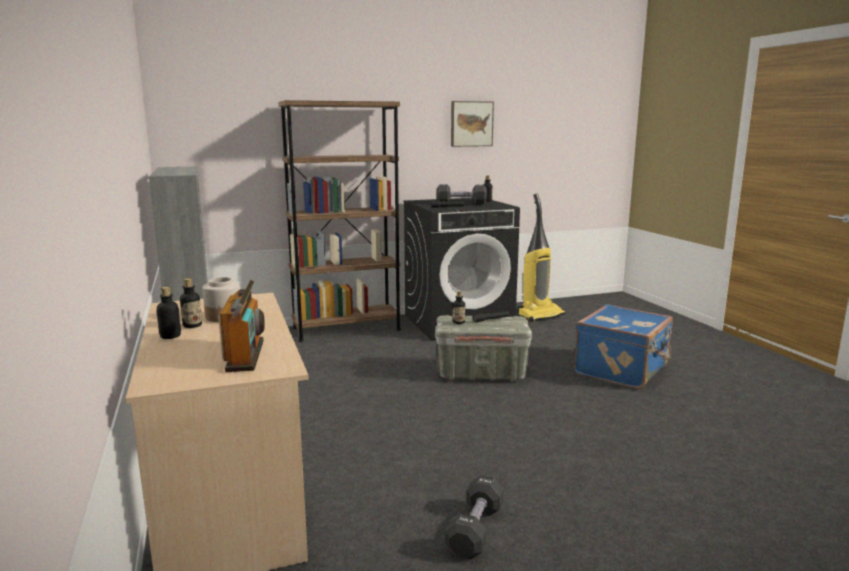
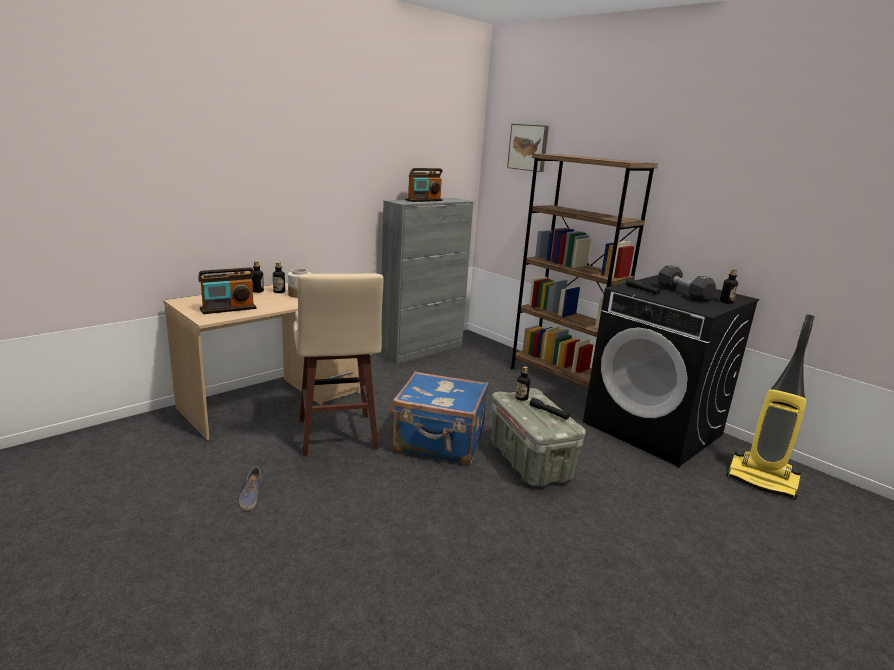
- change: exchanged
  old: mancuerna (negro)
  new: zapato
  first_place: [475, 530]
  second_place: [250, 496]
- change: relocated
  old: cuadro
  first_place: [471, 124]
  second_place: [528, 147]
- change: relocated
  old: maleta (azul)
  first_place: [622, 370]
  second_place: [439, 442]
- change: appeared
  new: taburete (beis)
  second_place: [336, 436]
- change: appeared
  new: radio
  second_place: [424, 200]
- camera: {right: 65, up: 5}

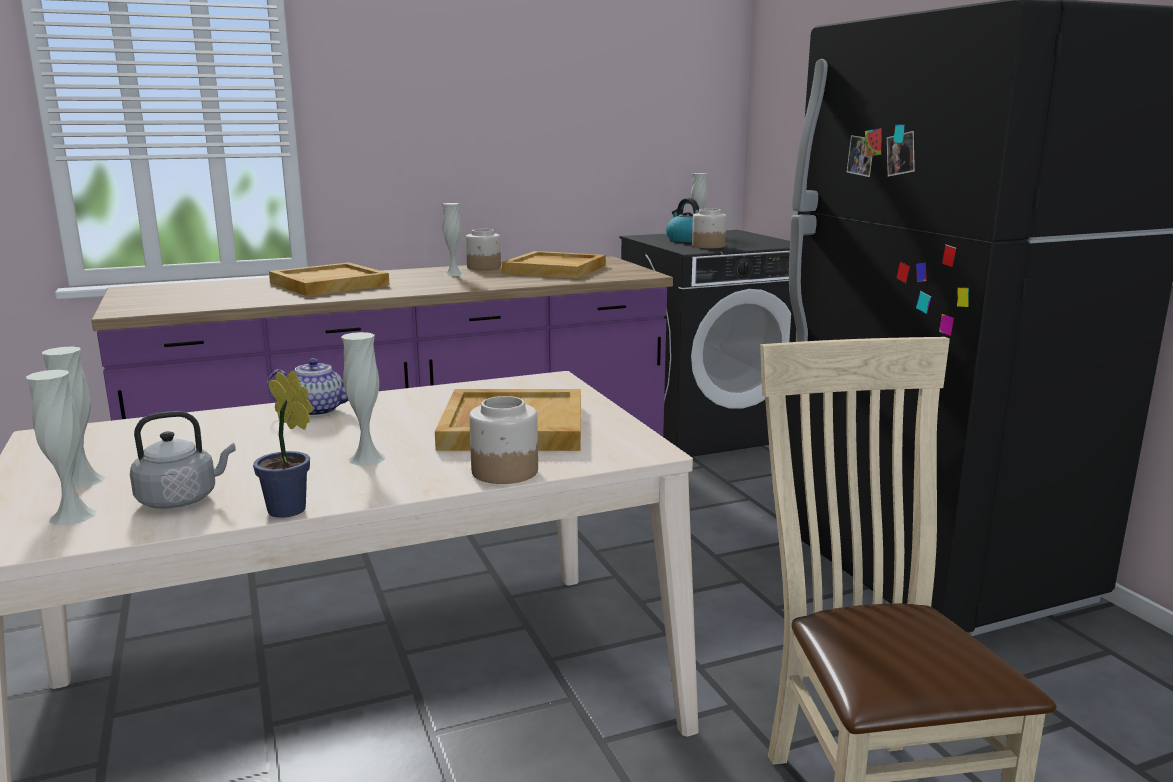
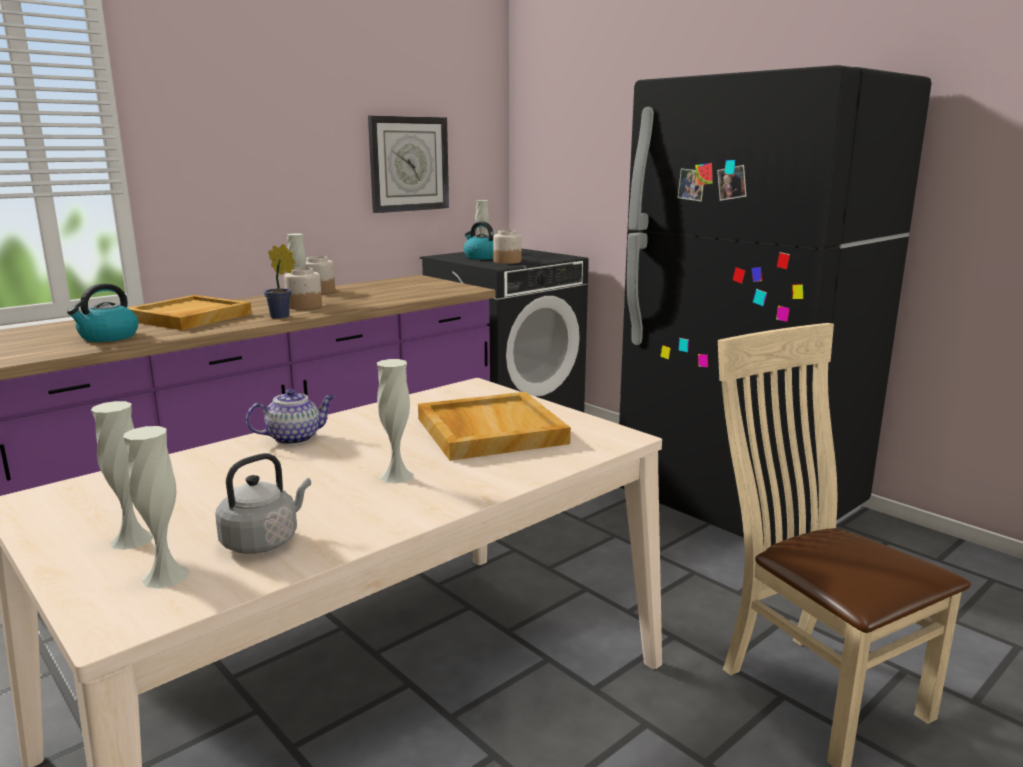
- change: relocated
  old: planta en maceta
  first_place: [290, 511]
  second_place: [282, 317]
- change: relocated
  old: tarro
  first_place: [504, 471]
  second_place: [304, 306]
- change: missing
  old: bandeja (beis)
  first_place: [556, 269]
- change: appeared
  new: hervidor
  second_place: [108, 337]
- change: appeared
  new: reloj de pared
  second_place: [408, 164]
- camera: {right: -20, up: 0}

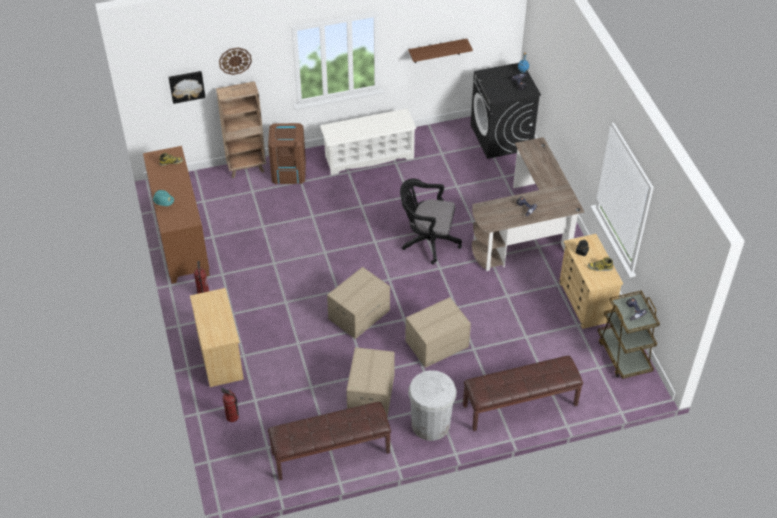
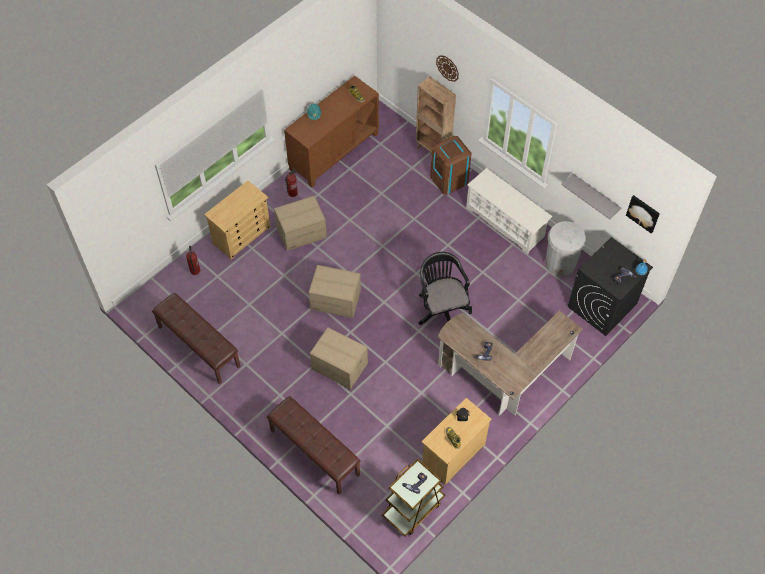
- change: relocated
  old: cuadro
  first_place: [186, 86]
  second_place: [643, 213]
- change: relocated
  old: caja de cartón
  first_place: [370, 394]
  second_place: [301, 232]
- change: colour
  old: estante (marrón)
  new: estante (gris)
  first_place: [437, 51]
  second_place: [595, 195]
- change: relocated
  old: papelera (blanco)
  first_place: [430, 424]
  second_place: [560, 263]
- camera: {right: 60, up: 10}

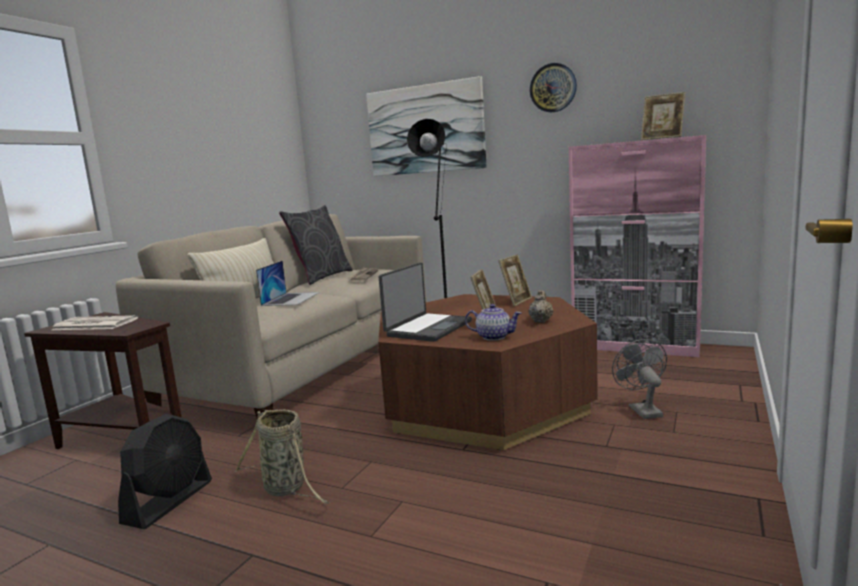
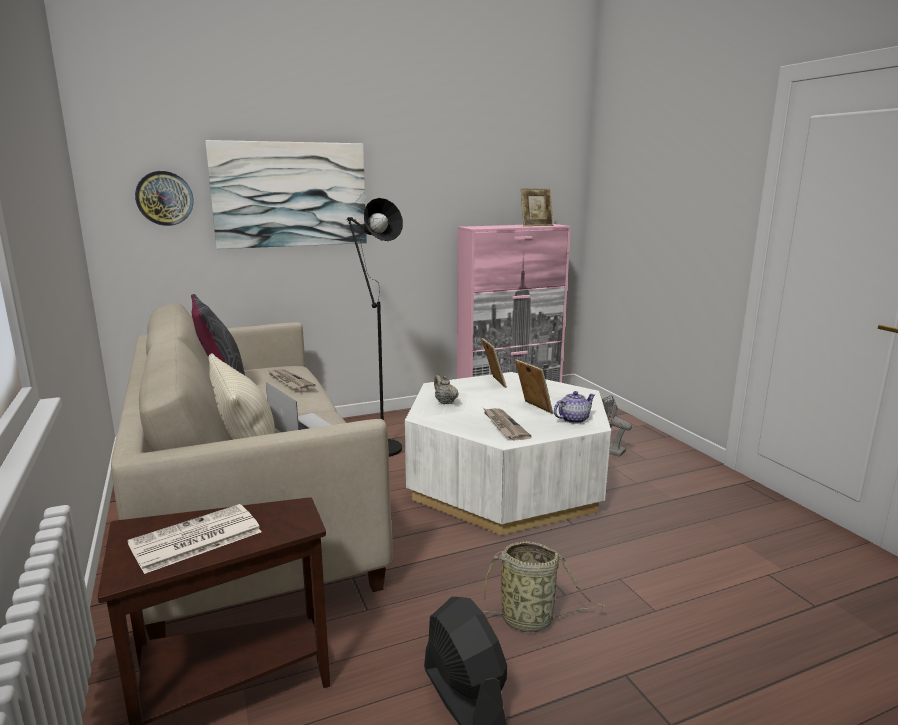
- change: colour
  old: mesa de centro (marrón)
  new: mesa de centro (blanco)
  first_place: [483, 401]
  second_place: [505, 482]
- change: exchanged
  old: portátil
  new: periódico
  first_place: [427, 328]
  second_place: [504, 426]
- change: relocated
  old: tetera (beis)
  first_place: [541, 321]
  second_place: [445, 402]
- change: relocated
  old: reloj de pared
  first_place: [553, 88]
  second_place: [164, 198]
- camera: {right: -50, up: 5}

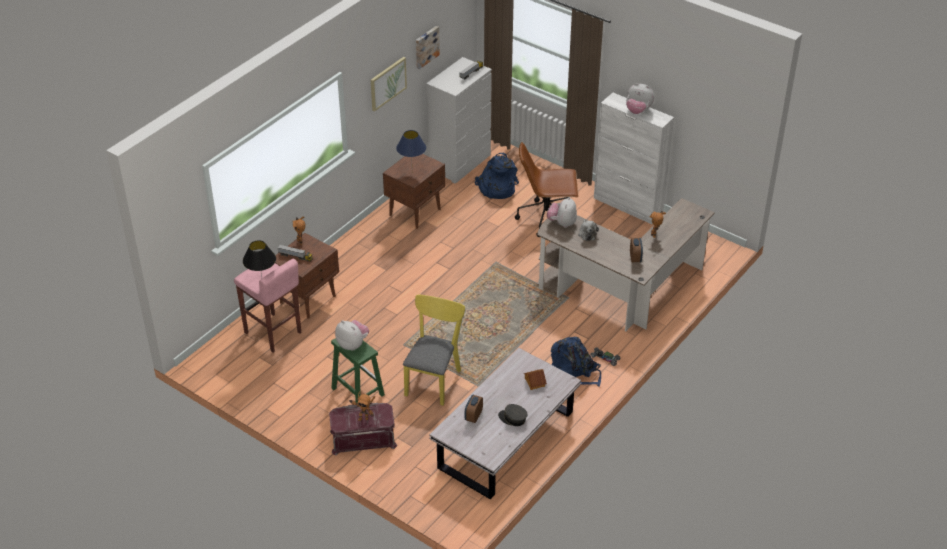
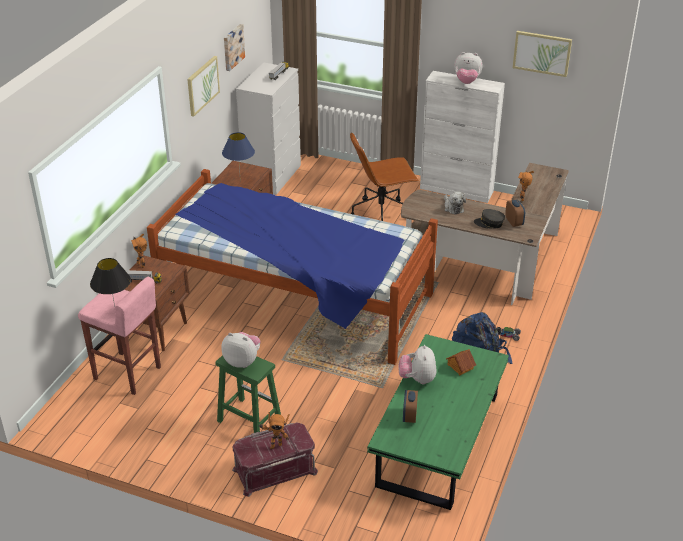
- change: missing
  old: silla (amarillo)
  first_place: [434, 379]
- change: colour
  old: mesa de centro (blanco)
  new: mesa de centro (verde)
  first_place: [505, 440]
  second_place: [438, 440]
- change: missing
  old: mochila (azul)
  first_place: [496, 188]
- change: relocated
  old: gorra (gris)
  first_place: [512, 418]
  second_place: [489, 223]
- change: relocated
  old: peluche
  first_place: [562, 223]
  second_place: [417, 379]
- change: appeared
  new: cama
  second_place: [295, 299]
- change: appeared
  new: cuadro
  second_place: [542, 53]
- camera: {right: -15, up: -5}

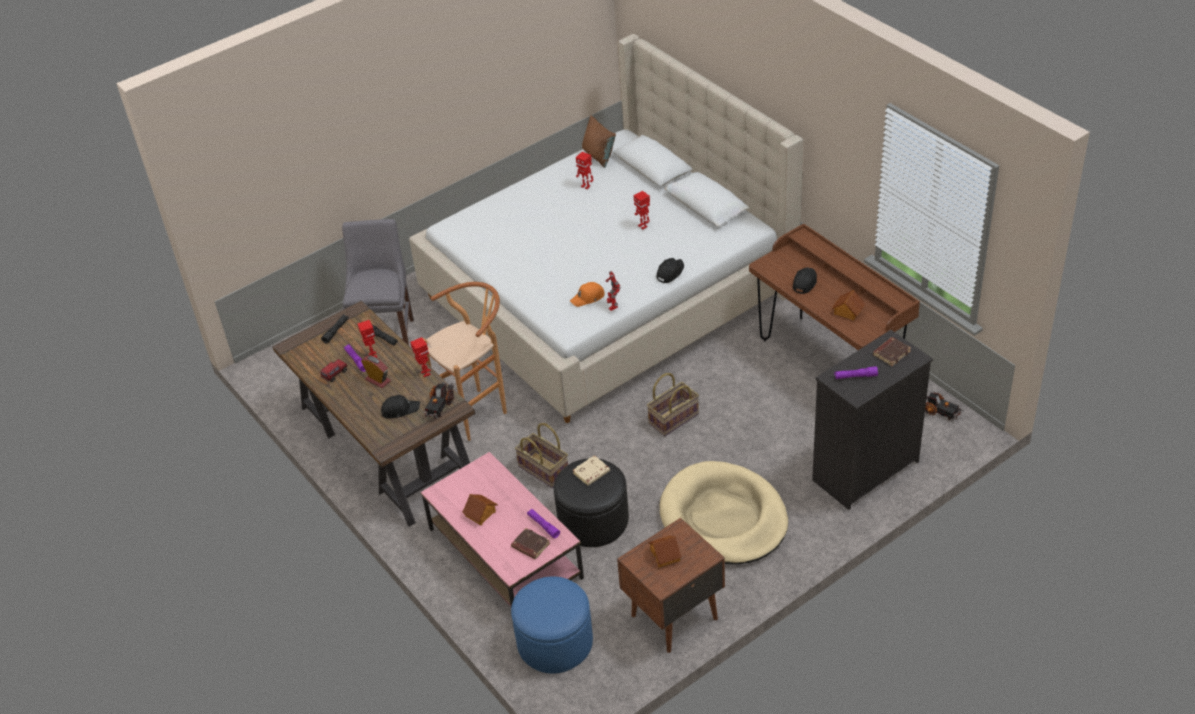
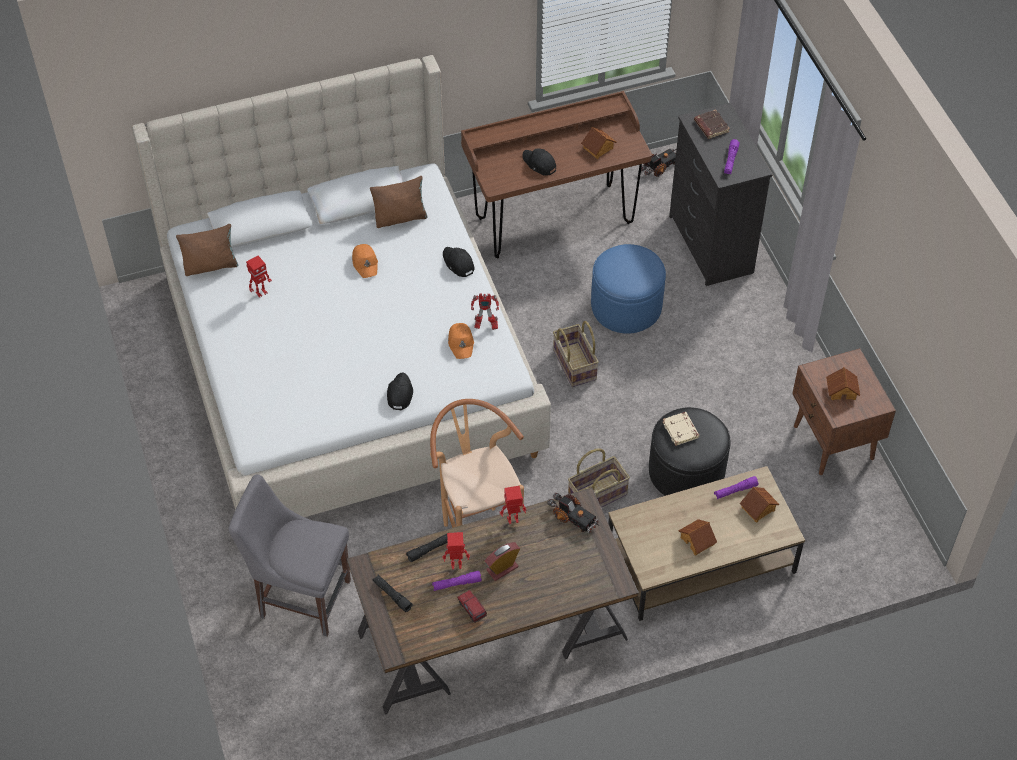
- change: relocated
  old: gorra (negro)
  first_place: [400, 409]
  second_place: [399, 393]
- change: colour
  old: mesa de centro (rosa)
  new: mesa de centro (marrón)
  first_place: [506, 553]
  second_place: [702, 558]
- change: exchanged
  old: libro (marrón)
  new: casita
  first_place: [530, 546]
  second_place: [758, 509]
- change: relocated
  old: puf (azul)
  first_place: [555, 642]
  second_place: [626, 306]
- change: exchanged
  old: robot de juguete
  new: gorra (naranja)
  first_place: [643, 226]
  second_place: [365, 263]
- change: missing
  old: cama para perro (beis)
  first_place: [723, 518]
- change: appeared
  new: cojín (marrón)
  second_place: [400, 217]
- camera: {right: -75, up: 10}

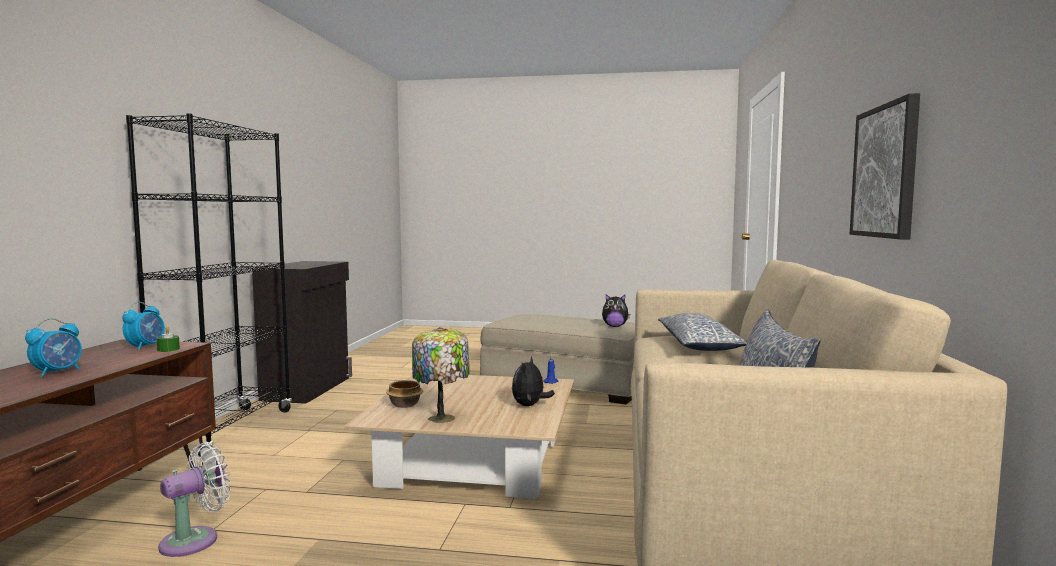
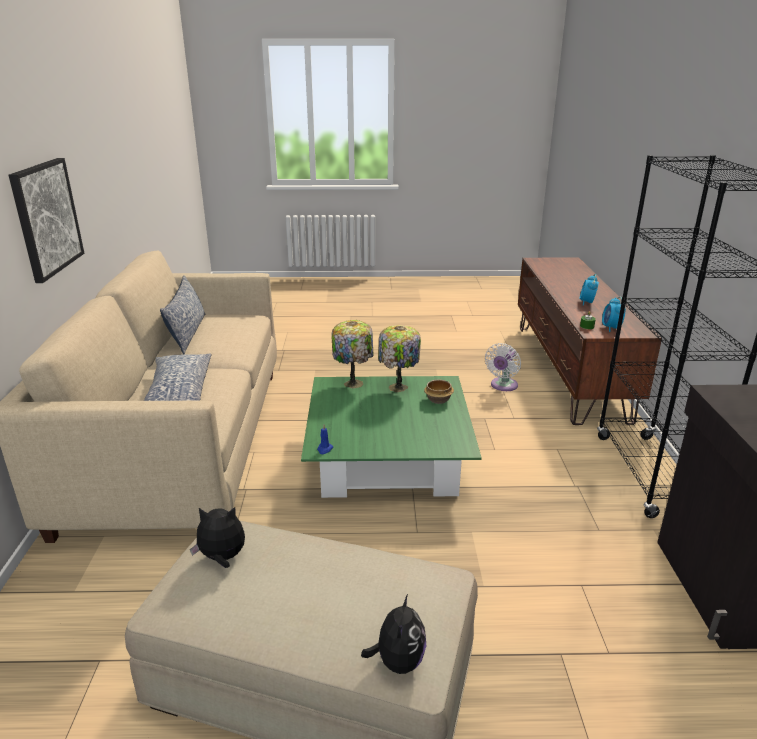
- change: colour
  old: mesa de centro (beis)
  new: mesa de centro (verde)
  first_place: [474, 461]
  second_place: [387, 458]
- change: relocated
  old: peluche
  first_place: [530, 405]
  second_place: [398, 661]
- change: appeared
  new: lámpara de mesa
  second_place: [354, 383]
- camera: {right: 170, up: 20}

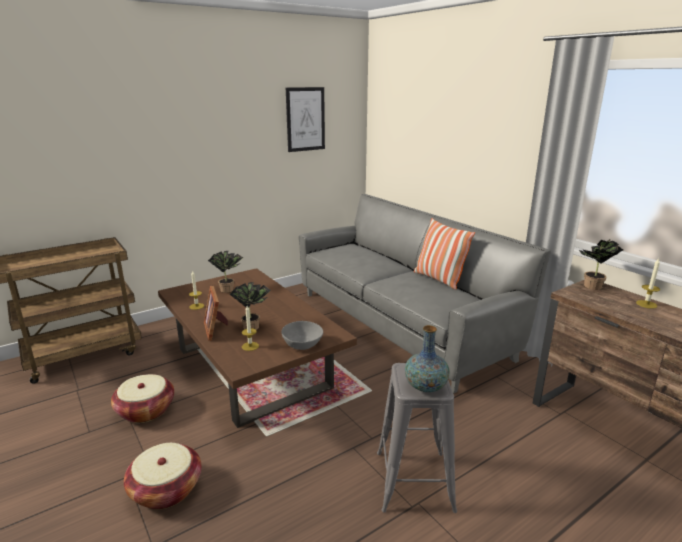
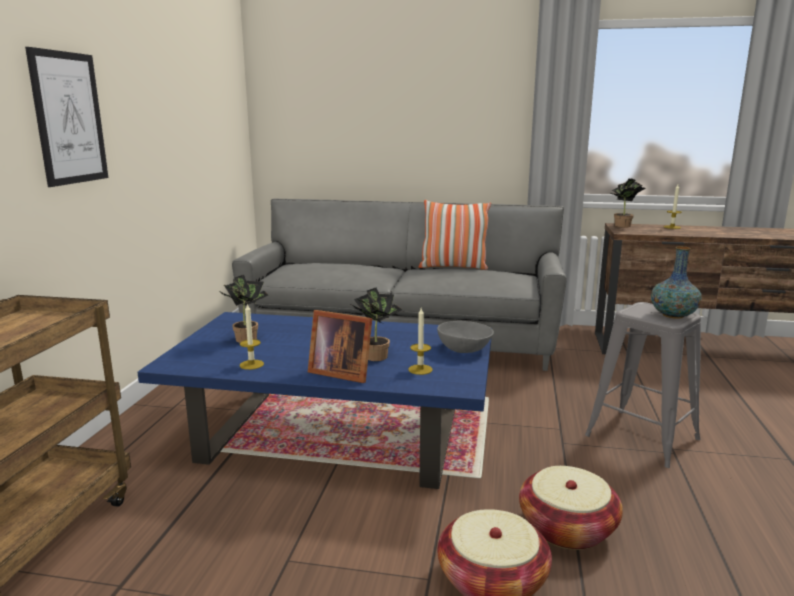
- change: relocated
  old: cesta
  first_place: [146, 410]
  second_place: [567, 528]
- change: colour
  old: mesa de centro (marrón)
  new: mesa de centro (azul)
  first_place: [253, 367]
  second_place: [336, 434]
- change: relocated
  old: cuadro
  first_place: [305, 119]
  second_place: [69, 118]
- camera: {right: -45, up: -5}

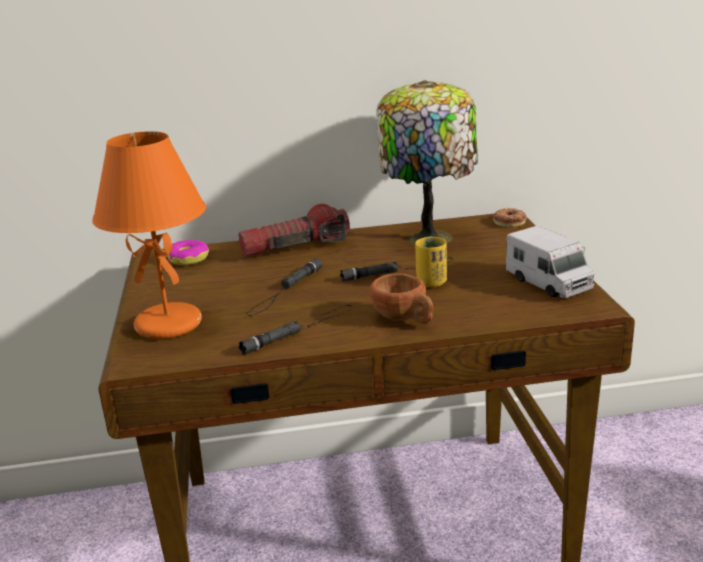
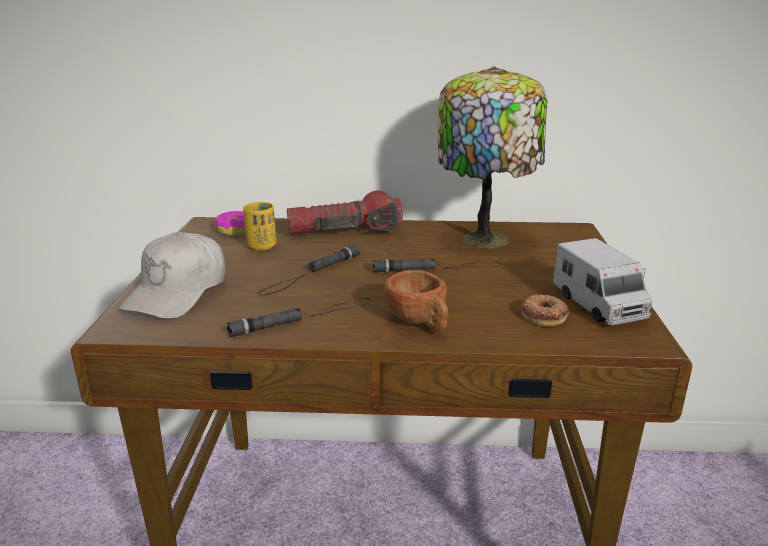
- change: exchanged
  old: lámpara de mesa (naranja)
  new: gorra (blanco)
  first_place: [170, 324]
  second_place: [178, 292]
- change: relocated
  old: taza (amarillo)
  first_place: [431, 282]
  second_place: [261, 246]
- change: relocated
  old: rosquilla
  first_place: [509, 221]
  second_place: [544, 315]
- camera: {right: 10, up: 0}

